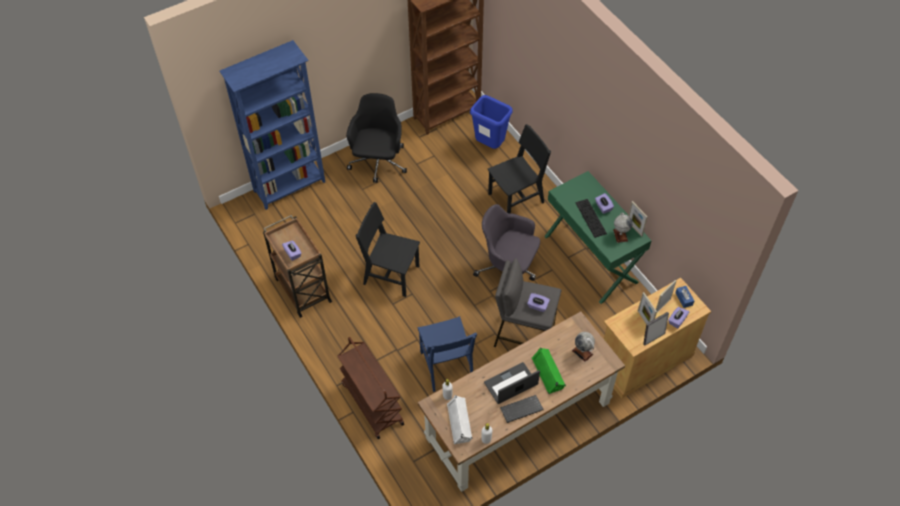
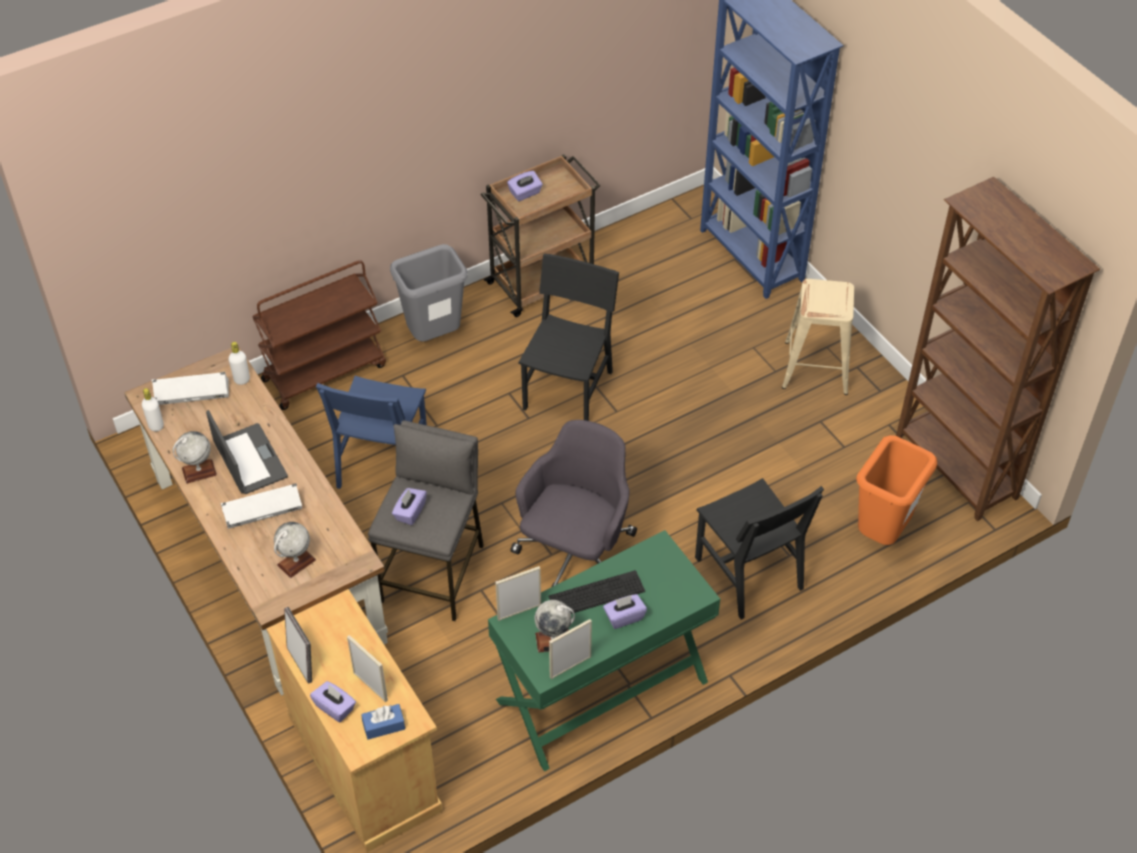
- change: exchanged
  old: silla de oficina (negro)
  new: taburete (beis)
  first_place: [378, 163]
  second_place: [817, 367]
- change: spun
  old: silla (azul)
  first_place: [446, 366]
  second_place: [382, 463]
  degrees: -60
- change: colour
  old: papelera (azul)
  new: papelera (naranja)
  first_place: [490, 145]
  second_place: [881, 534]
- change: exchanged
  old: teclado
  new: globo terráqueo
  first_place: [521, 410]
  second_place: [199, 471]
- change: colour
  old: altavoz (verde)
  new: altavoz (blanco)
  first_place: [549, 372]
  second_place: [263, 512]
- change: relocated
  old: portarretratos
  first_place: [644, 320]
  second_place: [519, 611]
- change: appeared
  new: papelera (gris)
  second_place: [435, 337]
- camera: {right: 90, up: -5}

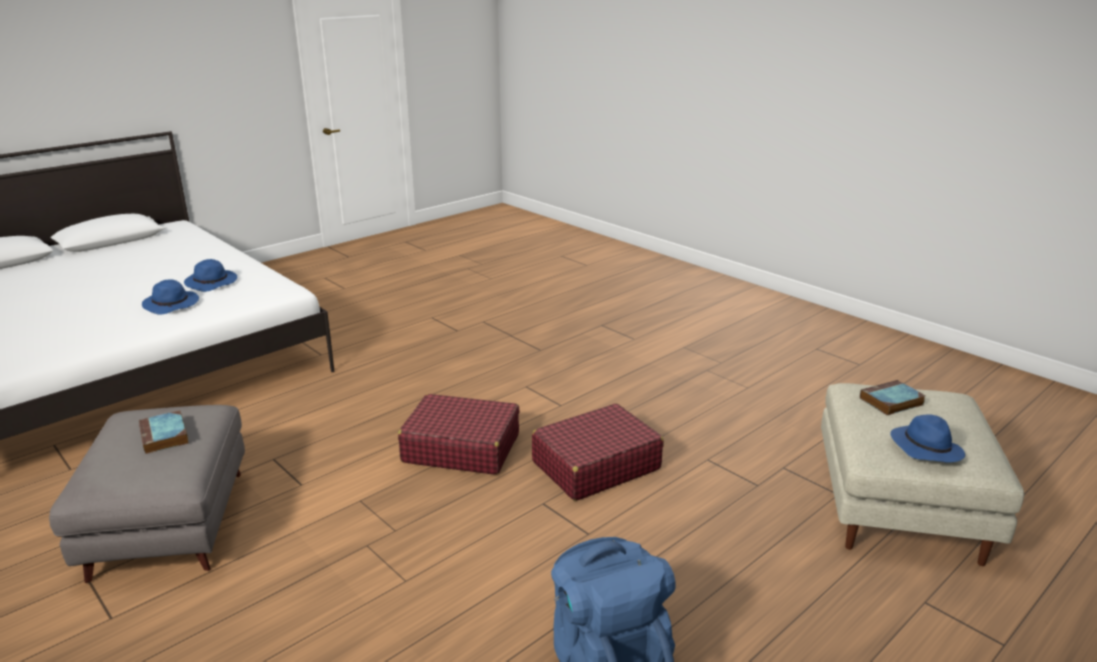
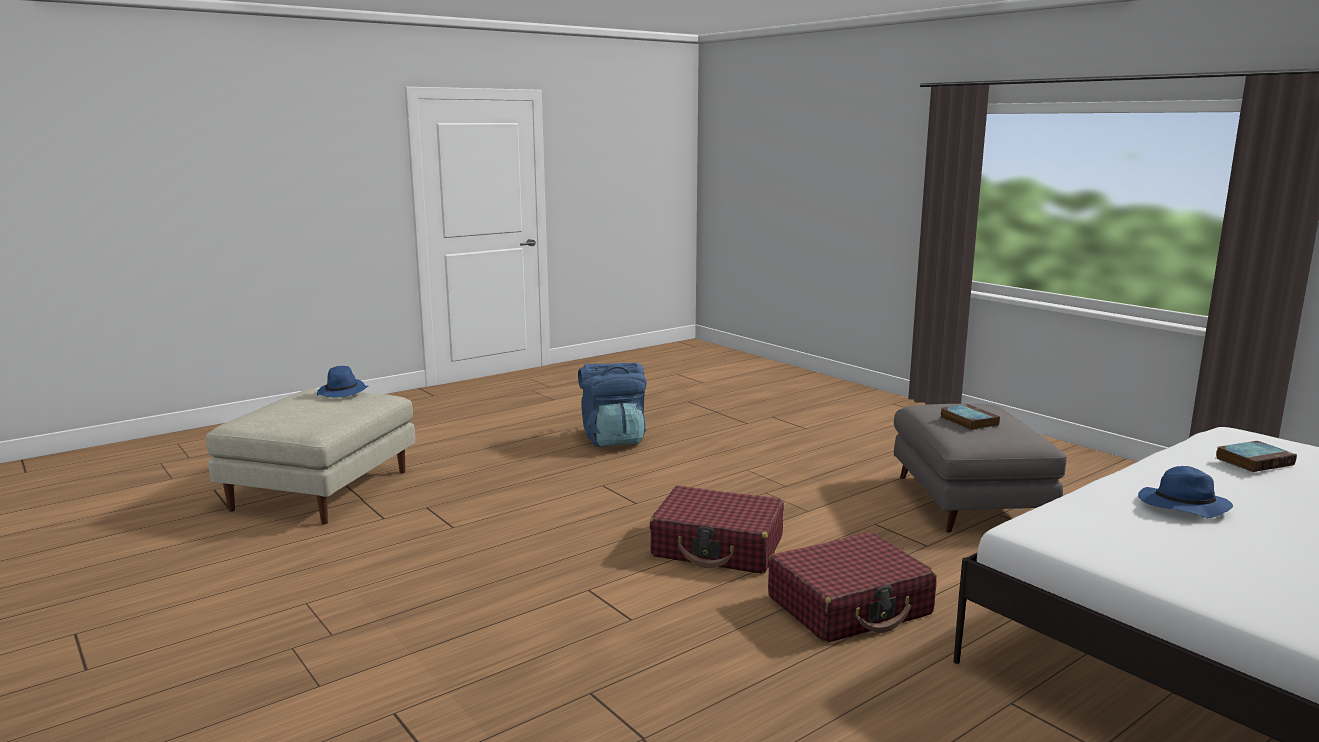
- change: missing
  old: sombrero (azul)
  first_place: [212, 283]
- change: relocated
  old: maleta (rojo)
  first_place: [595, 465]
  second_place: [850, 606]
- change: relocated
  old: libro
  first_place: [890, 402]
  second_place: [1254, 461]
- camera: {right: -175, up: -10}

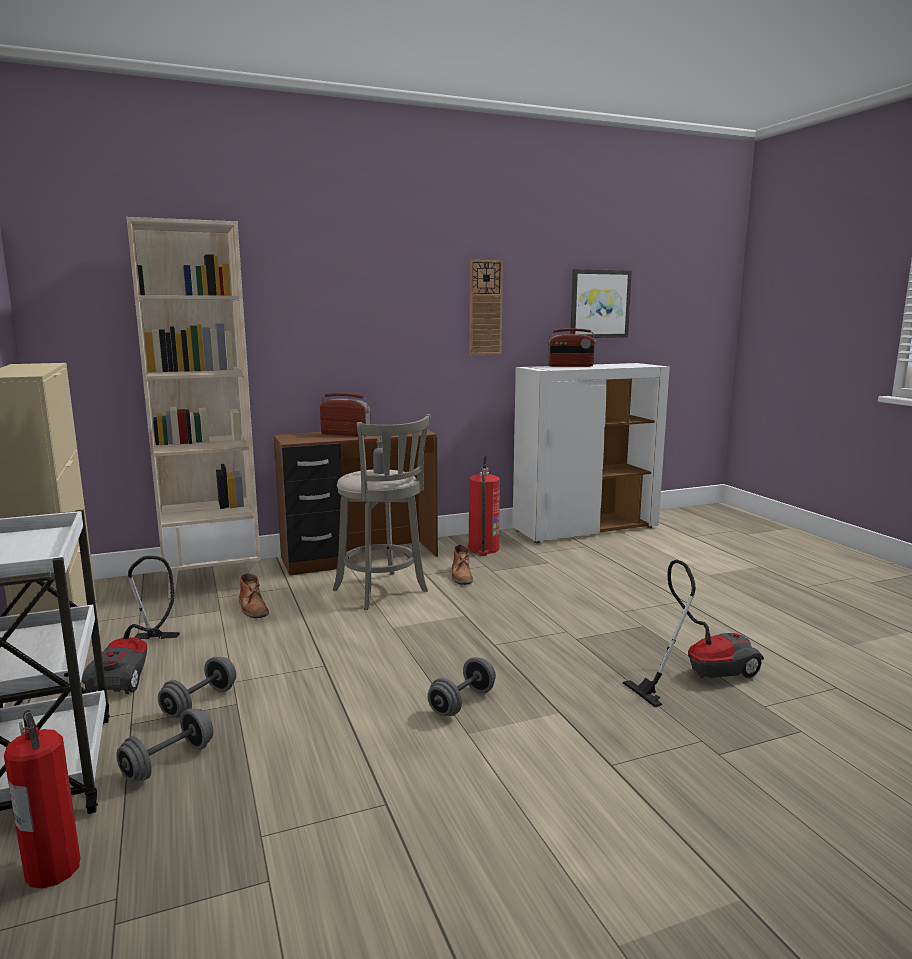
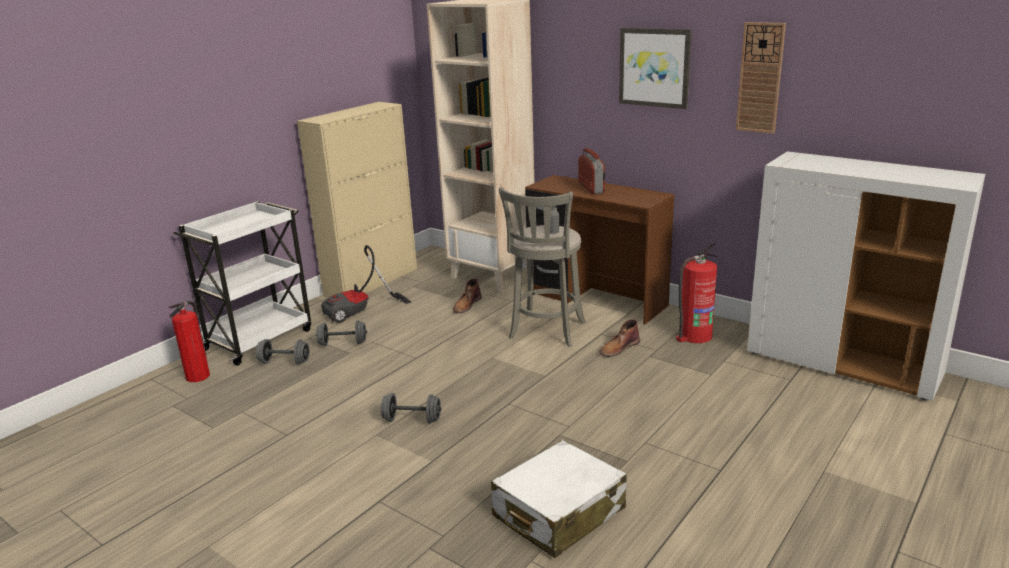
- change: missing
  old: radio
  first_place: [570, 366]
- change: relocated
  old: cuadro
  first_place: [599, 304]
  second_place: [654, 67]
- change: exchanged
  old: aspiradora
  new: maleta (blanco)
  first_place: [700, 674]
  second_place: [558, 513]
- camera: {right: 60, up: 10}

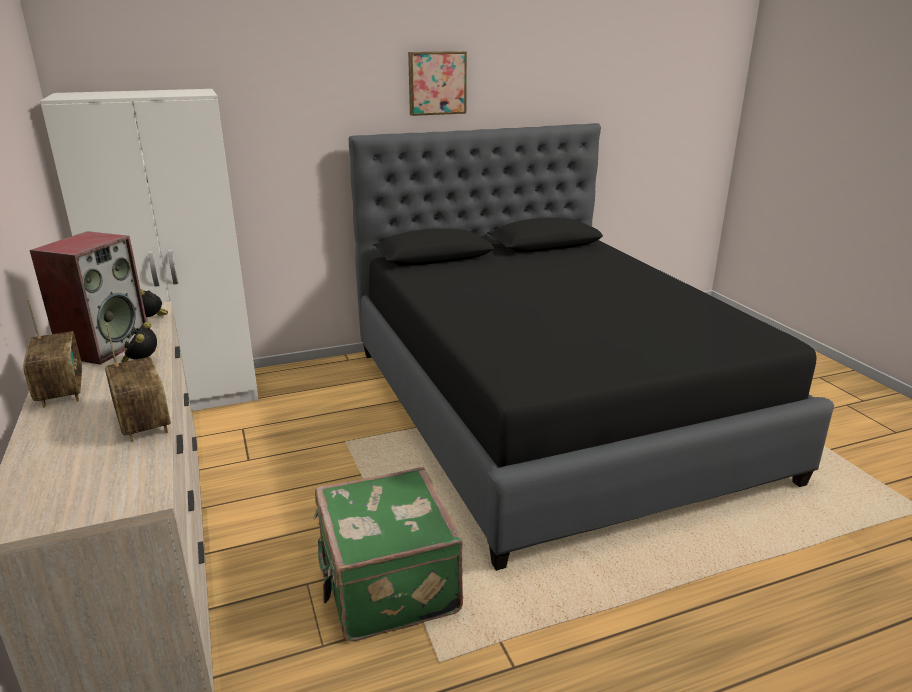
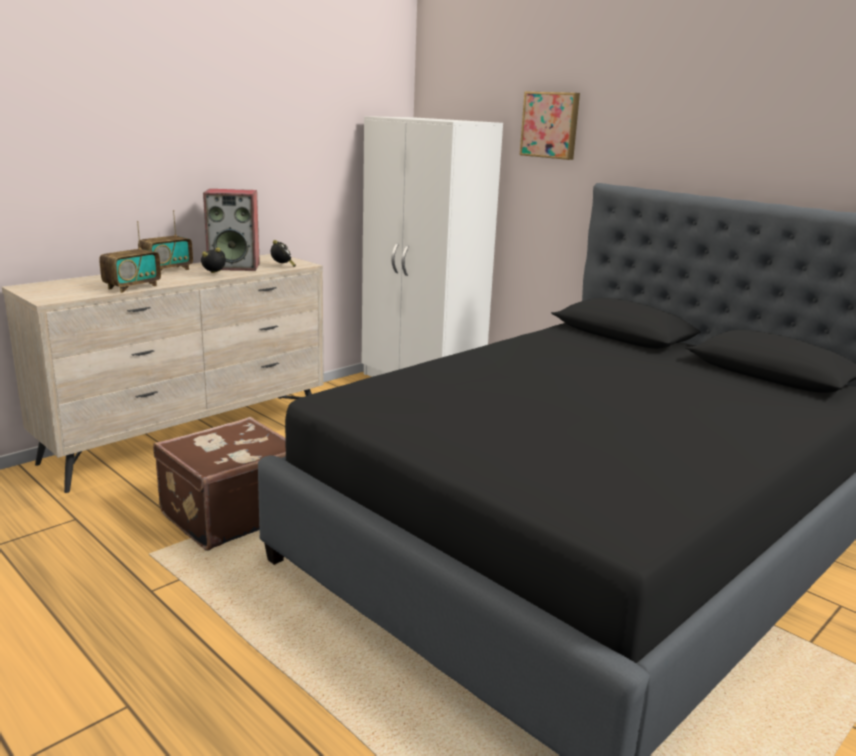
- change: colour
  old: maleta (verde)
  new: maleta (marrón)
  first_place: [386, 585]
  second_place: [229, 514]
- change: relocated
  old: cuadro
  first_place: [436, 83]
  second_place: [550, 125]
- camera: {right: 65, up: -5}

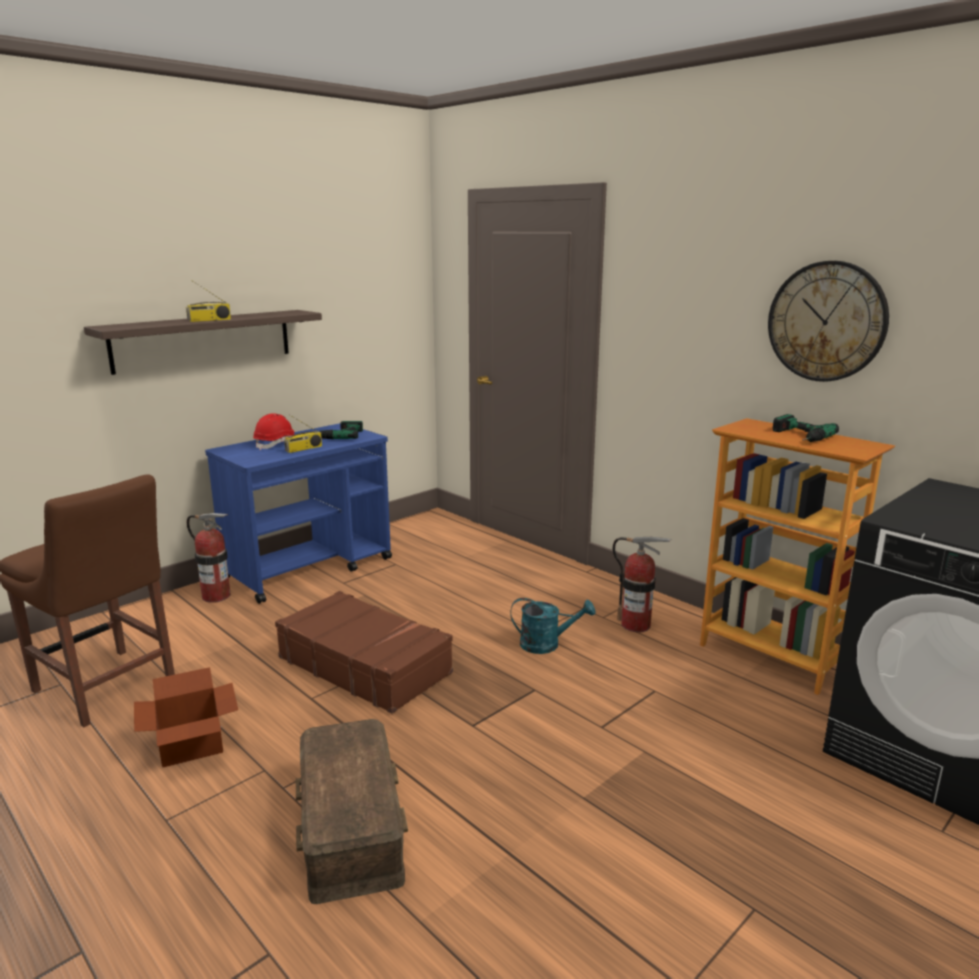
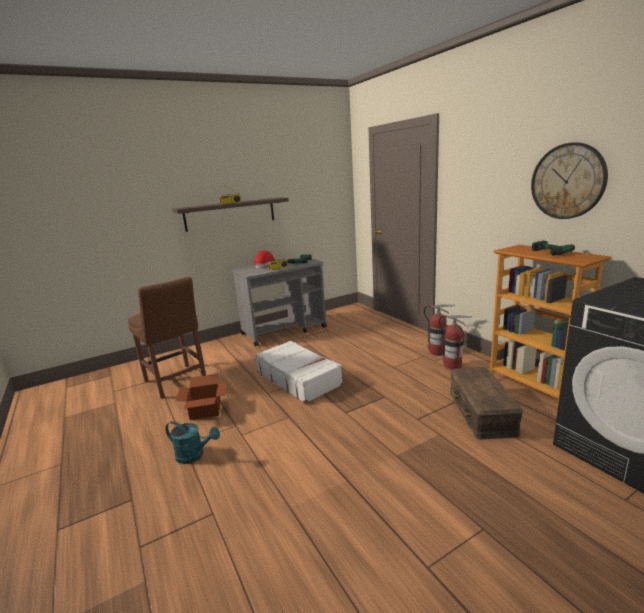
- change: relocated
  old: extintor
  first_place: [216, 596]
  second_place: [437, 352]
- change: colour
  old: carrito (azul)
  new: carrito (gris)
  first_place: [310, 568]
  second_place: [284, 330]
- change: colour
  old: maleta (marrón)
  new: maleta (blanco)
  first_place: [365, 665]
  second_place: [298, 378]
- change: relocated
  old: caja de almacenaje (marrón)
  first_place: [352, 825]
  second_place: [482, 412]
- change: relocated
  old: regadera (turquesa)
  first_place: [547, 644]
  second_place: [194, 455]
- camera: {right: 15, up: 0}

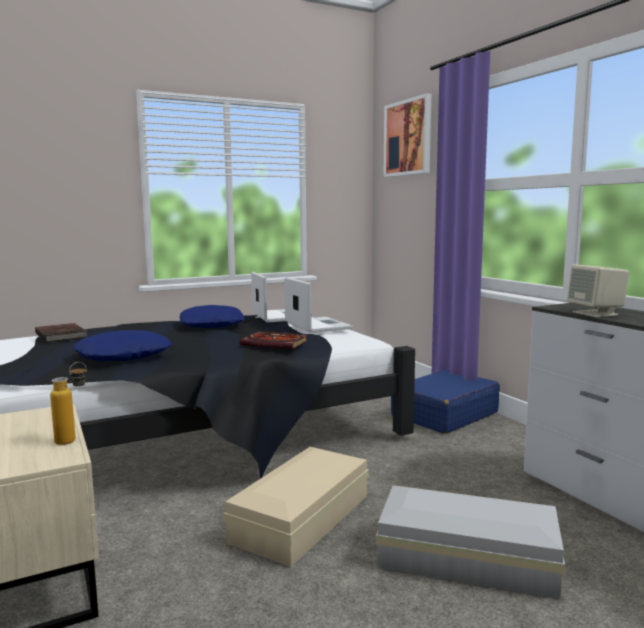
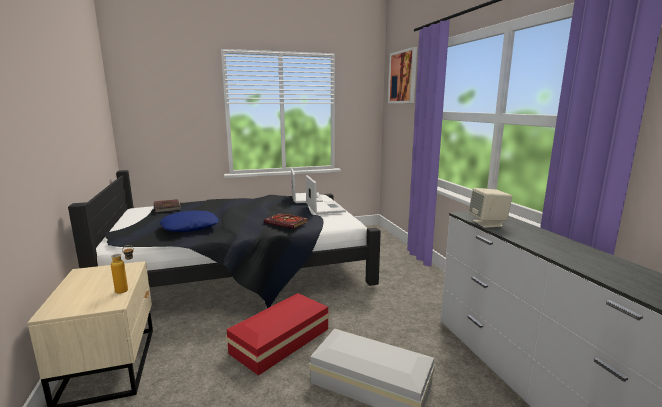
- change: missing
  old: cojín (azul)
  first_place: [212, 325]
- change: colour
  old: caja de almacenaje (beis)
  new: caja de almacenaje (rojo)
  first_place: [304, 517]
  second_place: [282, 340]
- change: missing
  old: maleta (azul)
  first_place: [444, 414]
- camera: {right: 10, up: 5}

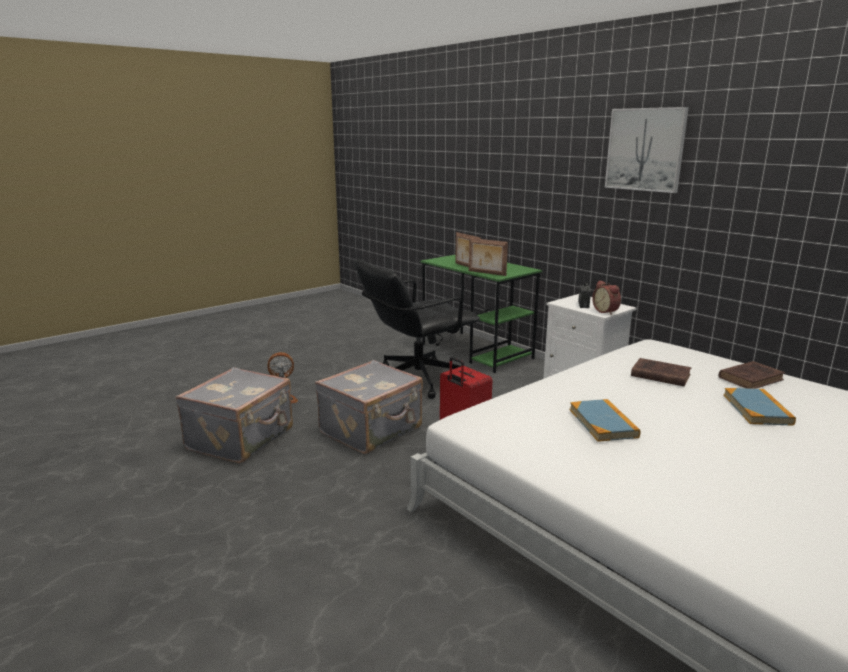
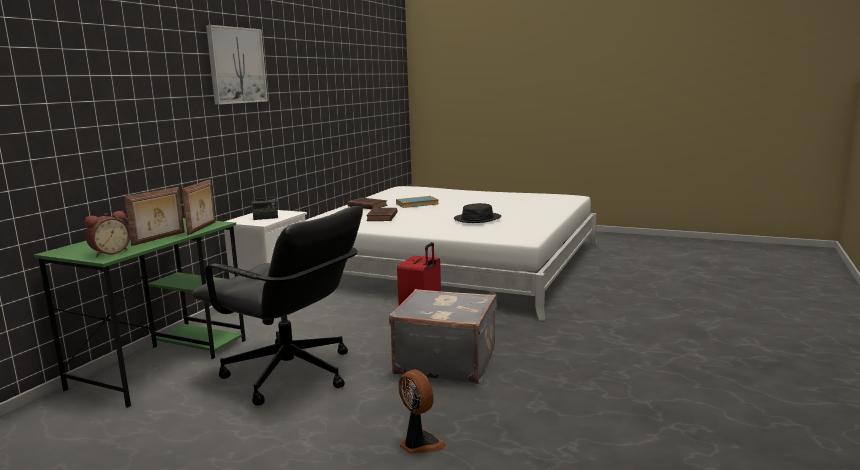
- change: missing
  old: maleta (gris)
  first_place: [242, 439]
- change: exchanged
  old: libro
  new: sombrero (negro)
  first_place: [603, 423]
  second_place: [477, 219]
- change: relocated
  old: despertador
  first_place: [606, 311]
  second_place: [109, 252]
- camera: {right: -115, up: -5}

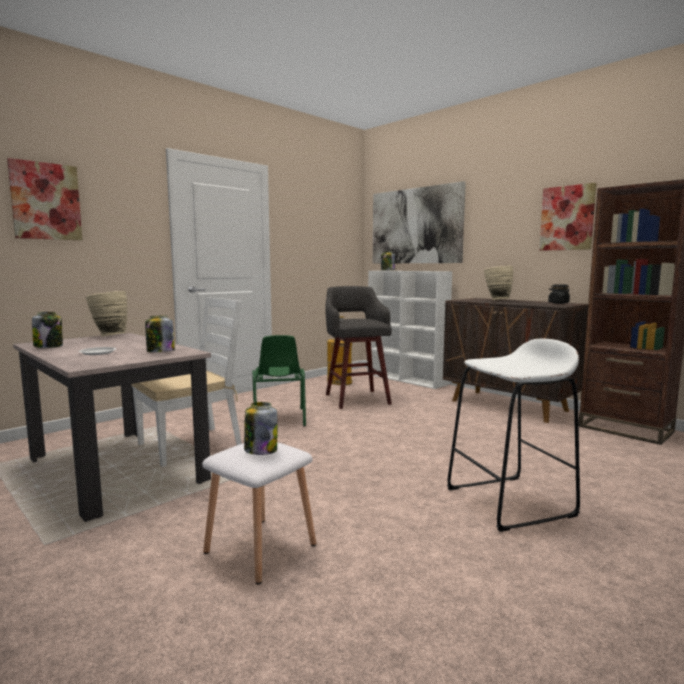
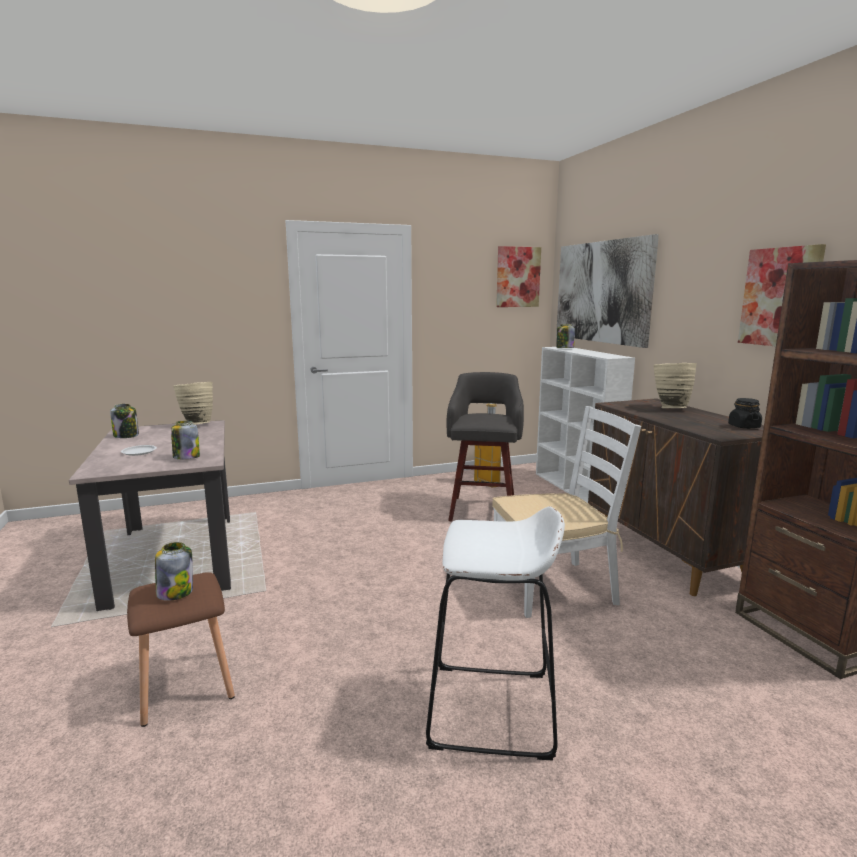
- change: relocated
  old: cuadro
  first_place: [46, 201]
  second_place: [518, 277]
- change: relocated
  old: silla (blanco)
  first_place: [191, 445]
  second_place: [554, 587]
- change: colour
  old: taburete (blanco)
  new: taburete (marrón)
  first_place: [258, 548]
  second_place: [184, 685]
- change: missing
  old: silla (verde)
  first_place: [279, 419]
- camera: {right: 25, up: 5}

